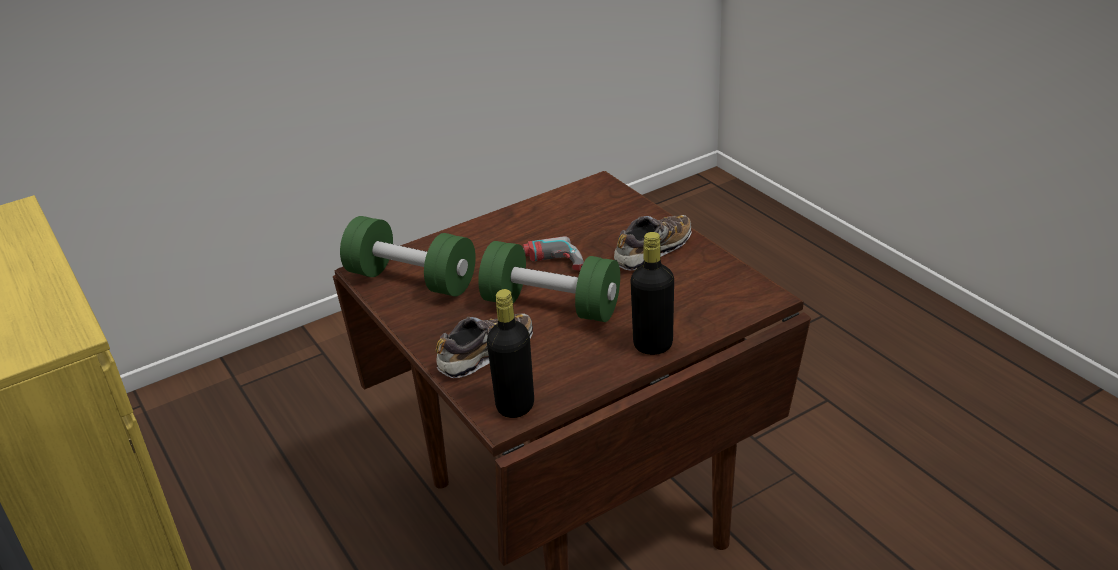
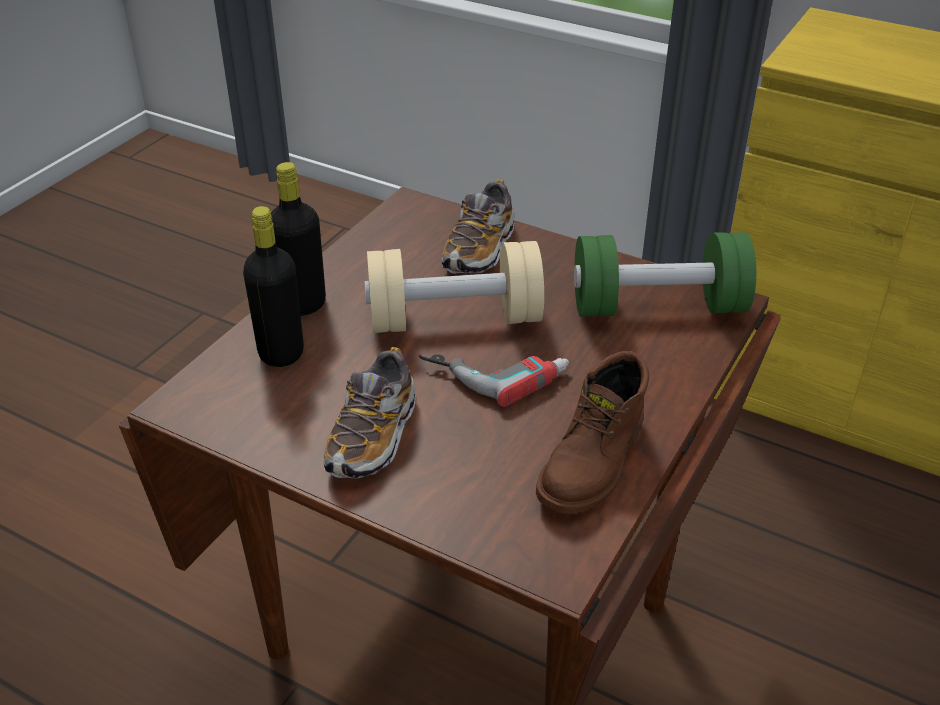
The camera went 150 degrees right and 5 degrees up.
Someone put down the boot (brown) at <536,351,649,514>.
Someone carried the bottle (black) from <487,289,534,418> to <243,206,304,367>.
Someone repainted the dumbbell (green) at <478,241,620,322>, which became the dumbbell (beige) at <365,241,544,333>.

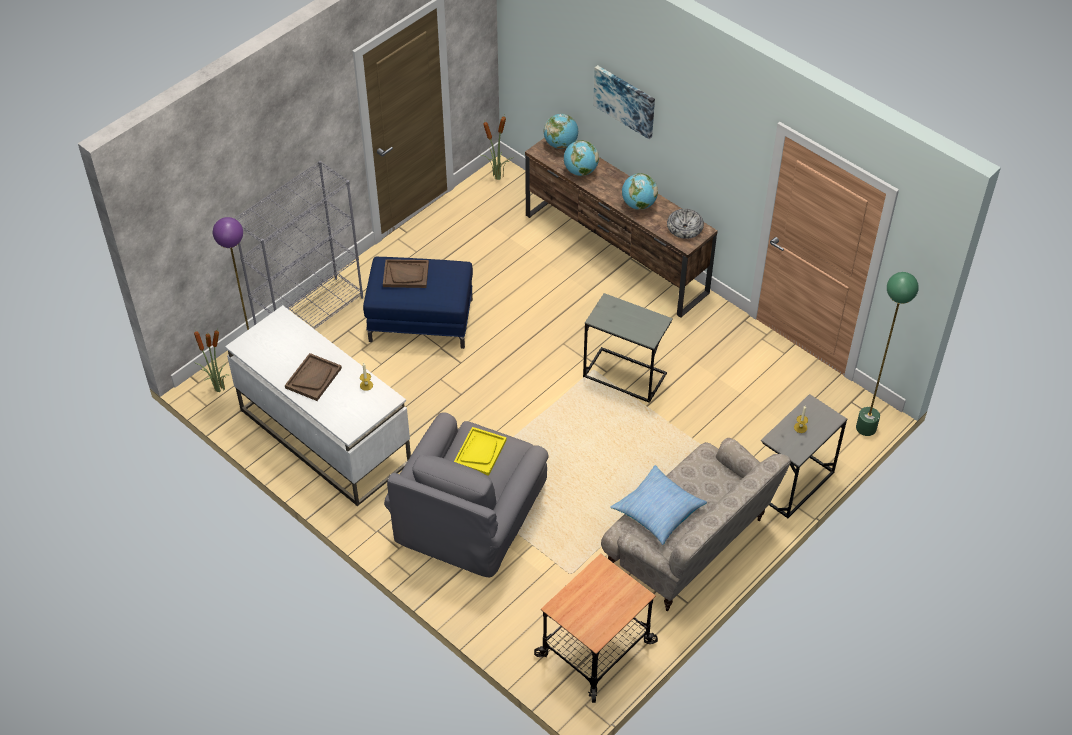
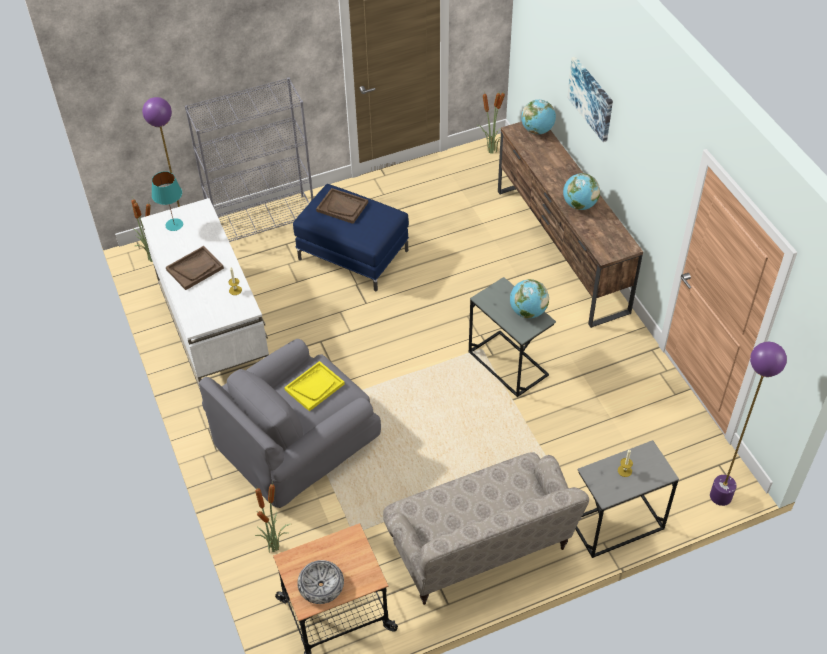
The camera went 25 degrees right and 0 degrees up.
Someone took away the pillow at <610,465,707,545>.
Someone put down the table lamp (turquoise) at <152,171,183,231>.
Someone put down the potted plant at <255,481,290,553>.
Someone carried the globe from <564,140,599,176> to <510,279,549,318>.
Someone carried the bowl from <667,209,704,239> to <297,560,344,604>.
Someone repainted the floor lamp (green) at <856,272,919,436>, which became the floor lamp (purple) at <710,342,787,506>.

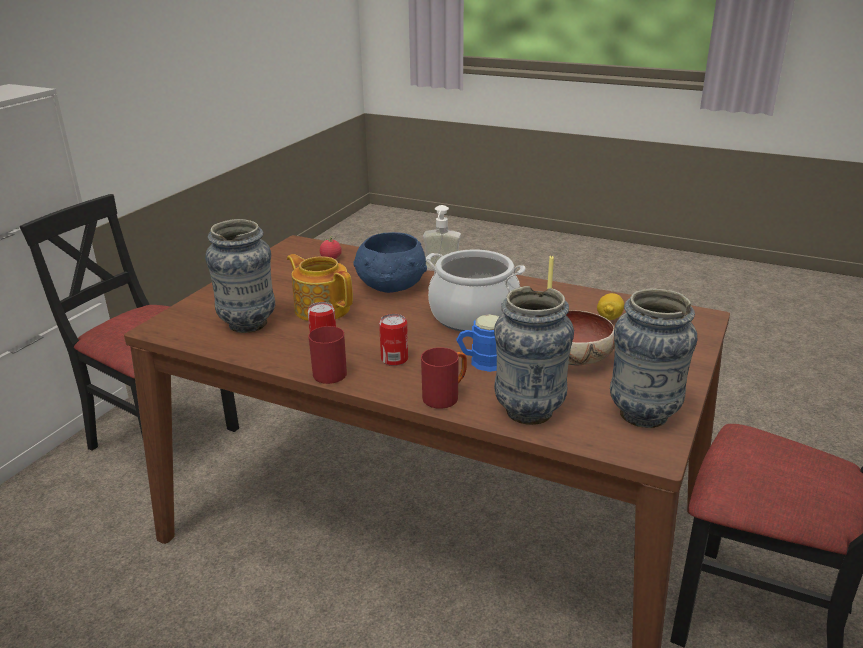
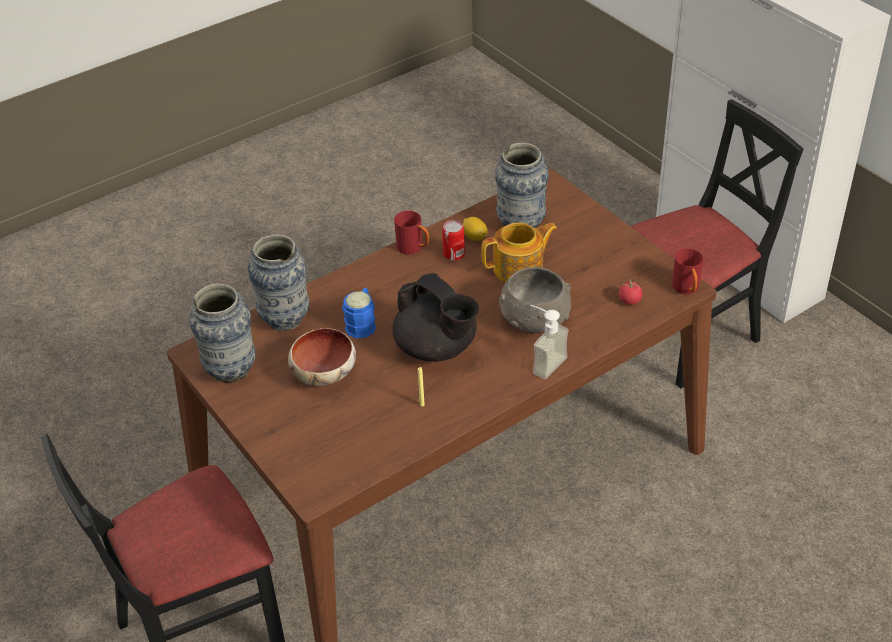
The camera went 120 degrees right and 15 degrees up.
Someone took away the can at <379,314,408,366>.
Someone carried the mug (red) from <421,347,467,409> to <672,249,704,294>.
Someone carried the lemon from <597,293,624,320> to <463,217,488,241>.
Someone swapped the cooking pot at <426,249,526,332> for the teapot (black) at <393,273,479,362>.
Someone repainted the bowl (blue) at <353,232,427,293>, which became the bowl (grey) at <499,267,571,333>.

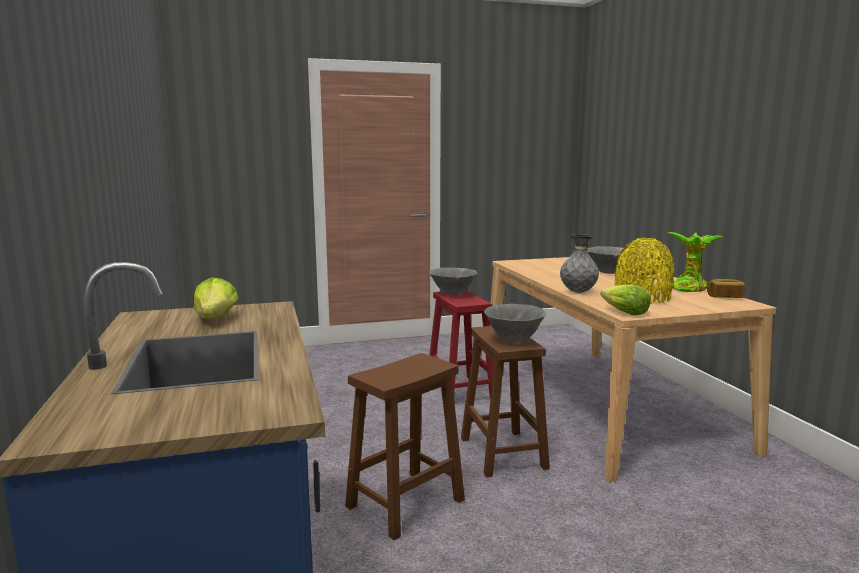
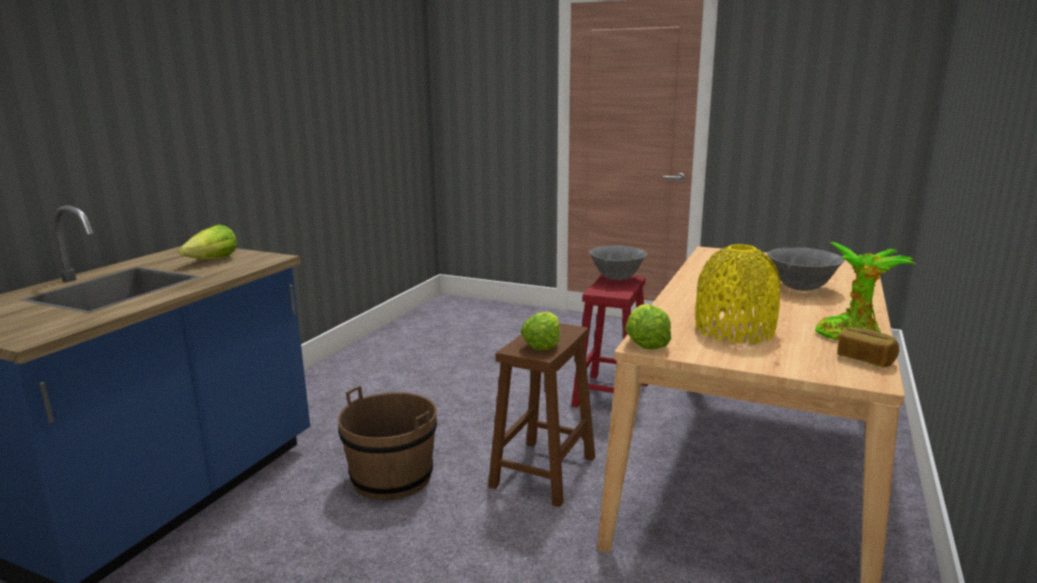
The camera went 40 degrees right and 5 degrees up.
Someone took away the vase (grey) at <560,234,599,293>.
Someone swapped the stool (brown) at <345,353,465,540> for the bucket (brown) at <338,386,437,500>.
Someone swapped the bowl (grey) at <484,304,547,342> for the lettuce at <521,312,560,350>.

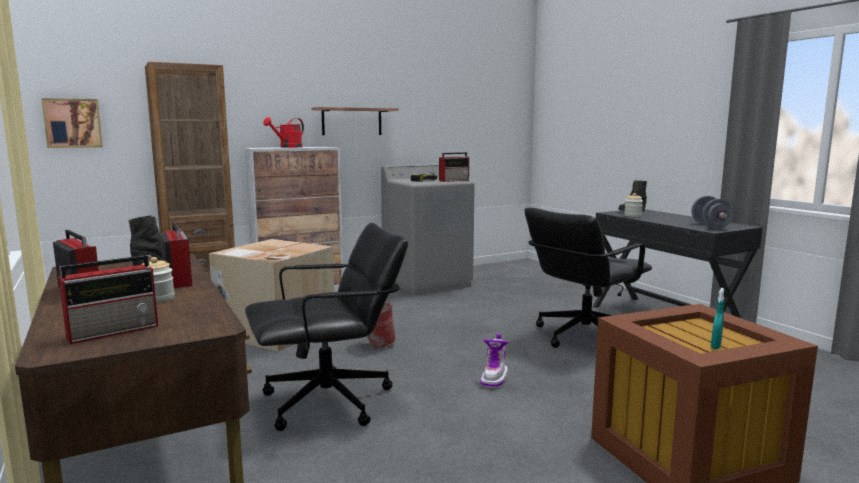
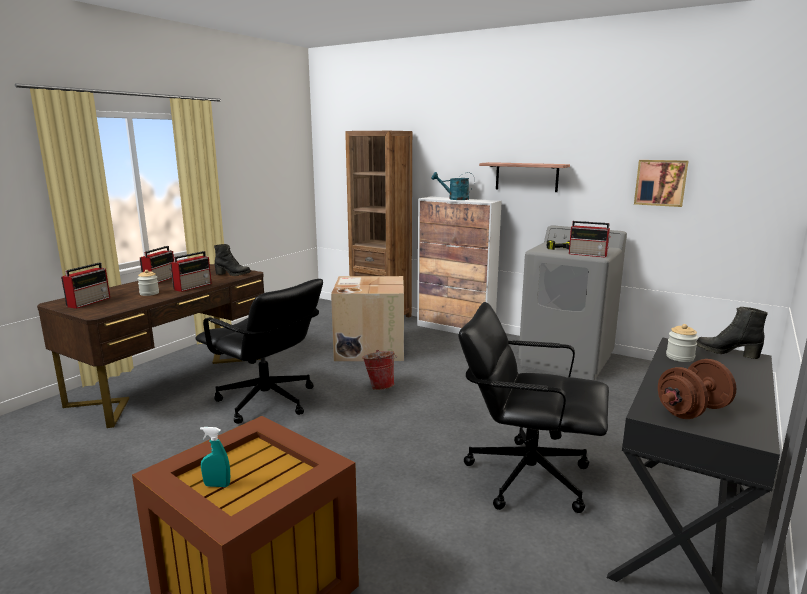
The camera went 60 degrees right and 5 degrees up.
Someone took away the boot at <480,334,509,388>.
Someone carried the picture from <41,98,103,148> to <634,160,688,207>.
Someone repainted the watering can (red) at <263,117,304,148>, which became the watering can (turquoise) at <432,172,475,200>.
Someone repainted the dumbbell (grey) at <691,196,734,229>, which became the dumbbell (brown) at <658,359,736,419>.
Someone rotated the radio at <59,255,158,344> by 90 degrees counterclockwise.

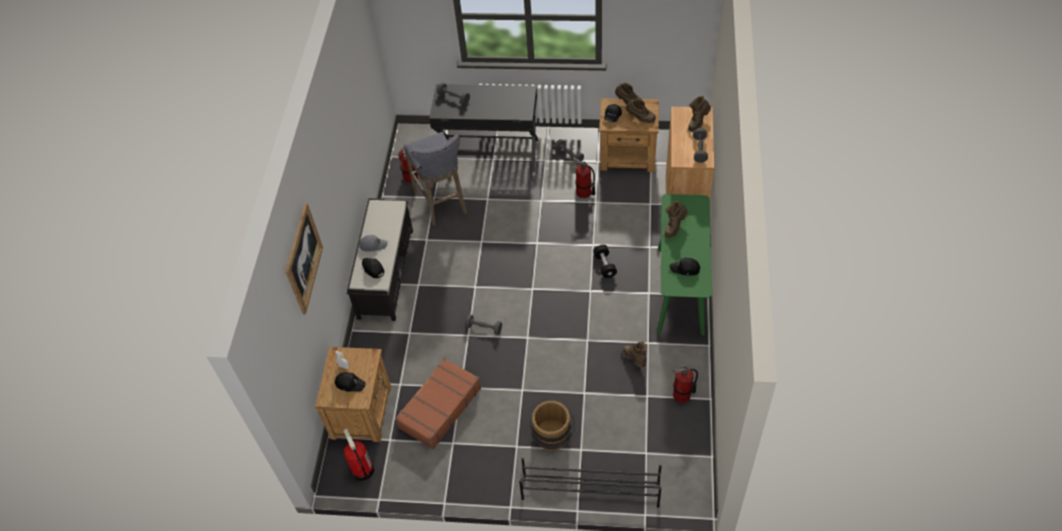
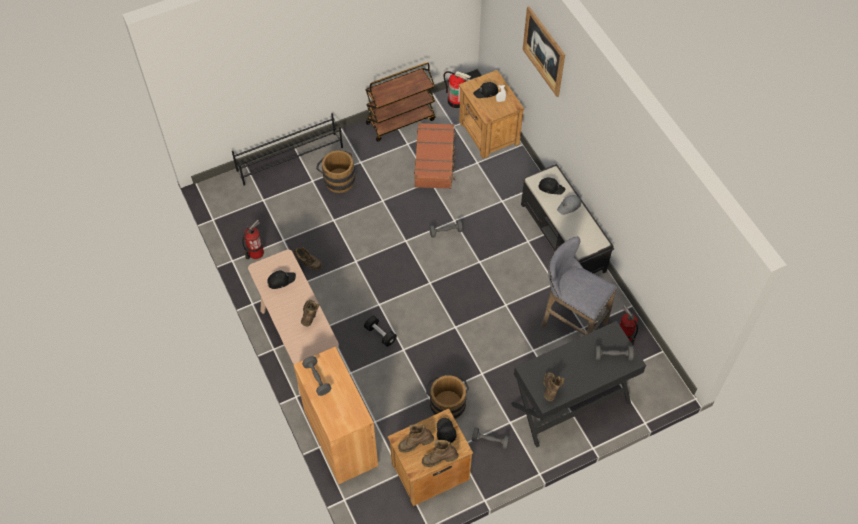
The camera went 145 degrees right and 5 degrees up.
Someone put down the cart (brown) at <365,62,435,142>.
Someone carried the boot (brown) from <688,96,711,132> to <543,372,565,401>.
Someone swapped the fire extinguisher at <573,157,595,198> for the bucket (brown) at <426,374,469,419>.
Someone repainted the console table (green) at <657,194,712,336>, which became the console table (beige) at <248,250,339,394>.

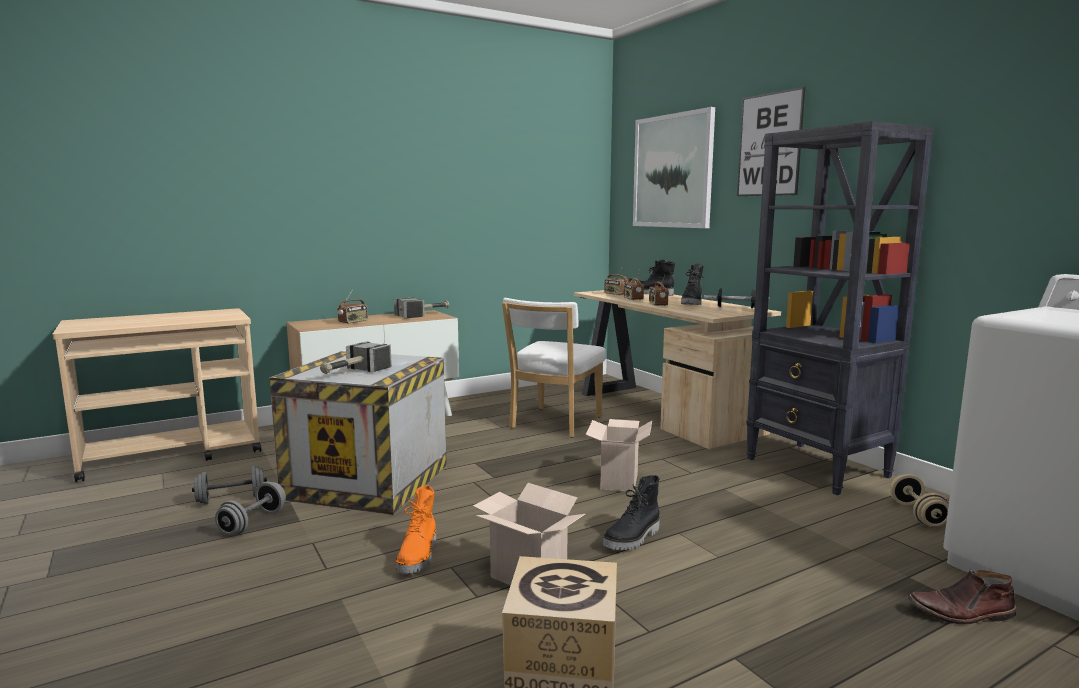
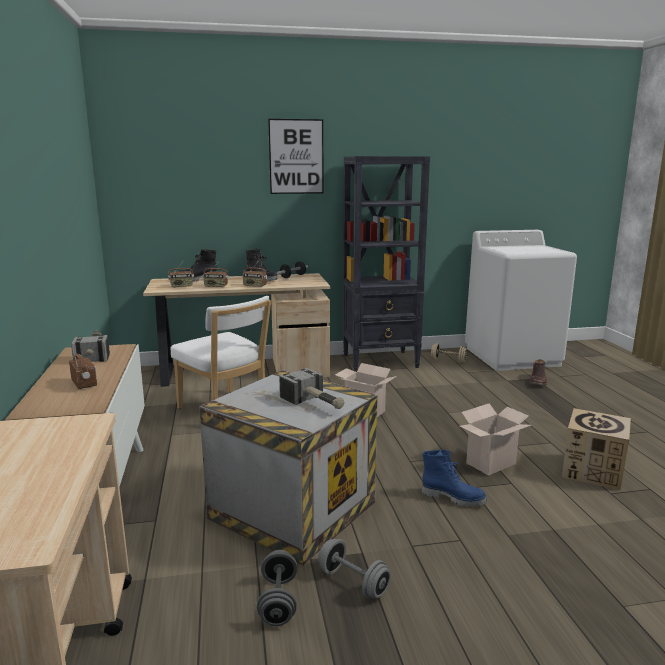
The camera went 70 degrees left and 5 degrees up.
Someone took away the boot (black) at <603,475,660,550>.
Someone took away the picture at <633,107,715,228>.
Someone repainted the boot (orange) at <396,485,436,574>, which became the boot (blue) at <422,450,487,507>.

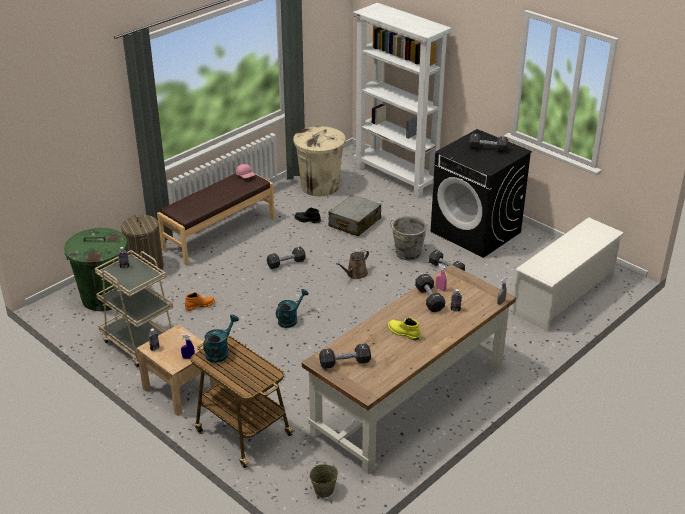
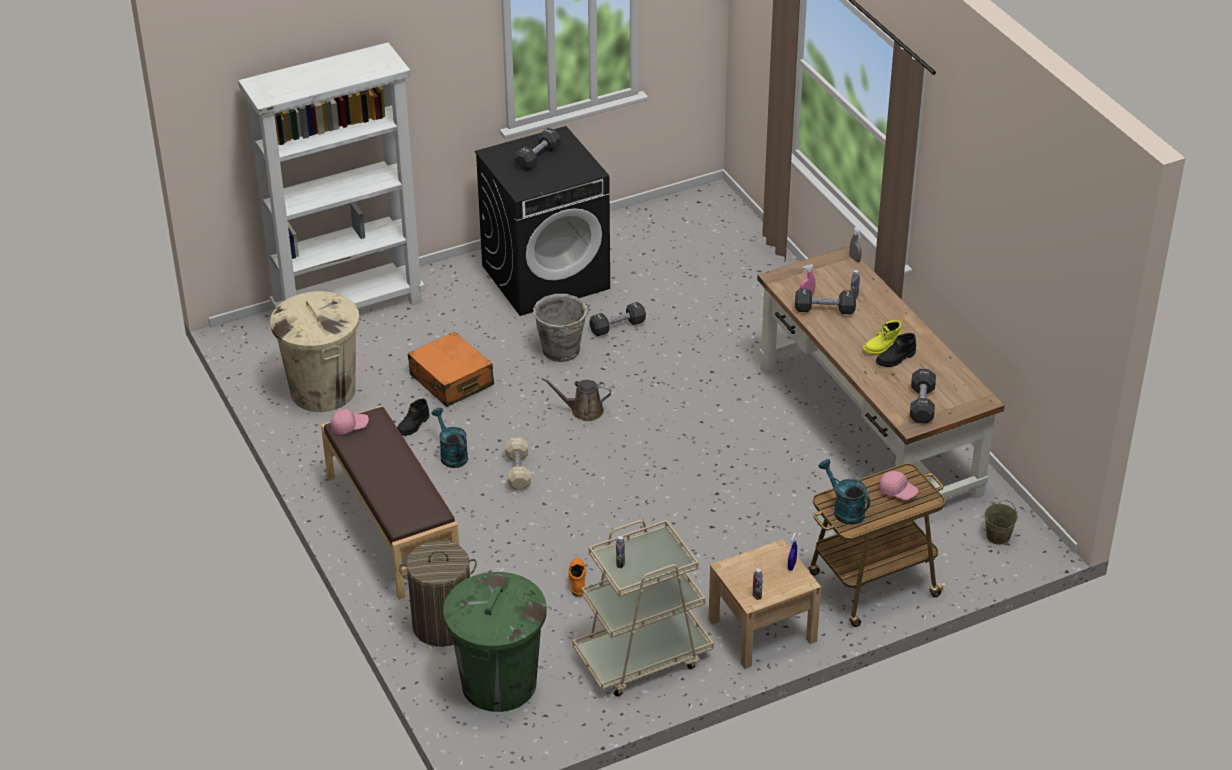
The camera went 70 degrees left and 5 degrees up.
Someone took away the shoe rack (white) at <512,217,625,332>.
Someone put down the boot (black) at <876,333,916,367>.
Someone put down the cap (pink) at <879,471,918,500>.
Someone carried the watering can (turquoise) from <276,289,309,328> to <432,408,468,468>.
Someone repainted the dumbbell (black) at <267,247,306,269>, which became the dumbbell (beige) at <505,437,531,490>.
Someone repainted the suitcase (grey) at <328,195,381,236>, which became the suitcase (orange) at <408,331,494,407>.
Someone rotated the watering can (brown) at <336,250,369,279> by 120 degrees clockwise.

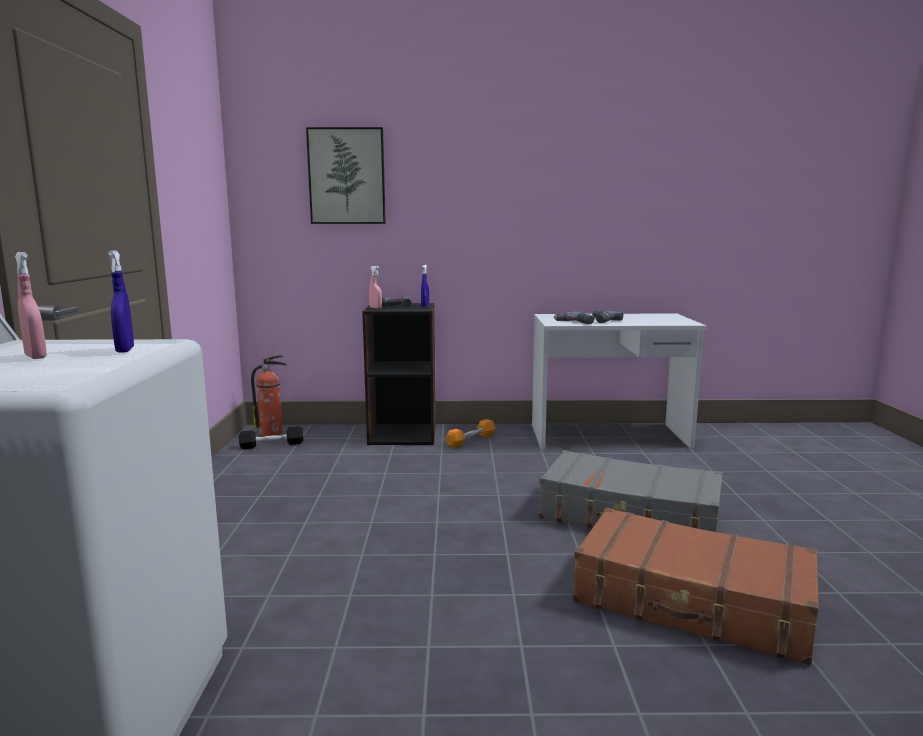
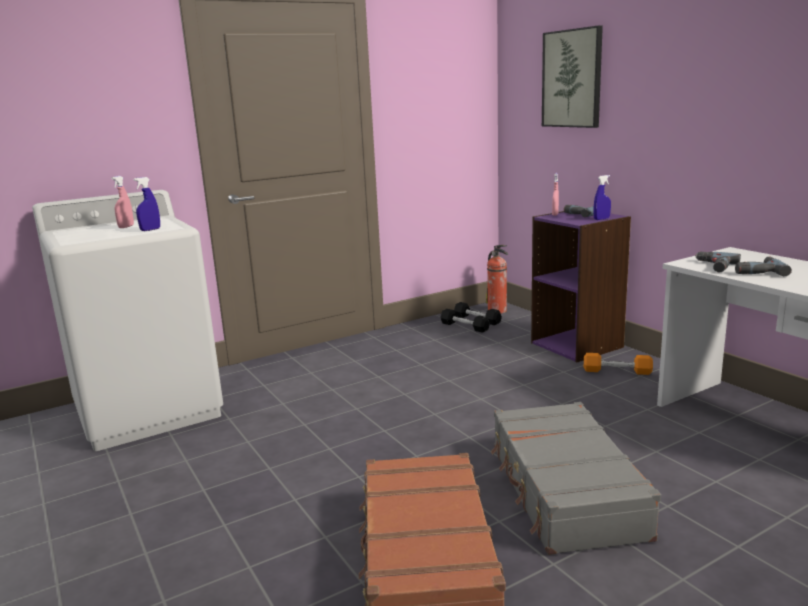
The camera went 60 degrees right and 5 degrees up.
Someone put down the dumbbell (black) at <440,309,490,333>.
Someone repainted the bookcase (black) at <362,303,436,445>, which became the bookcase (purple) at <531,211,631,362>.

